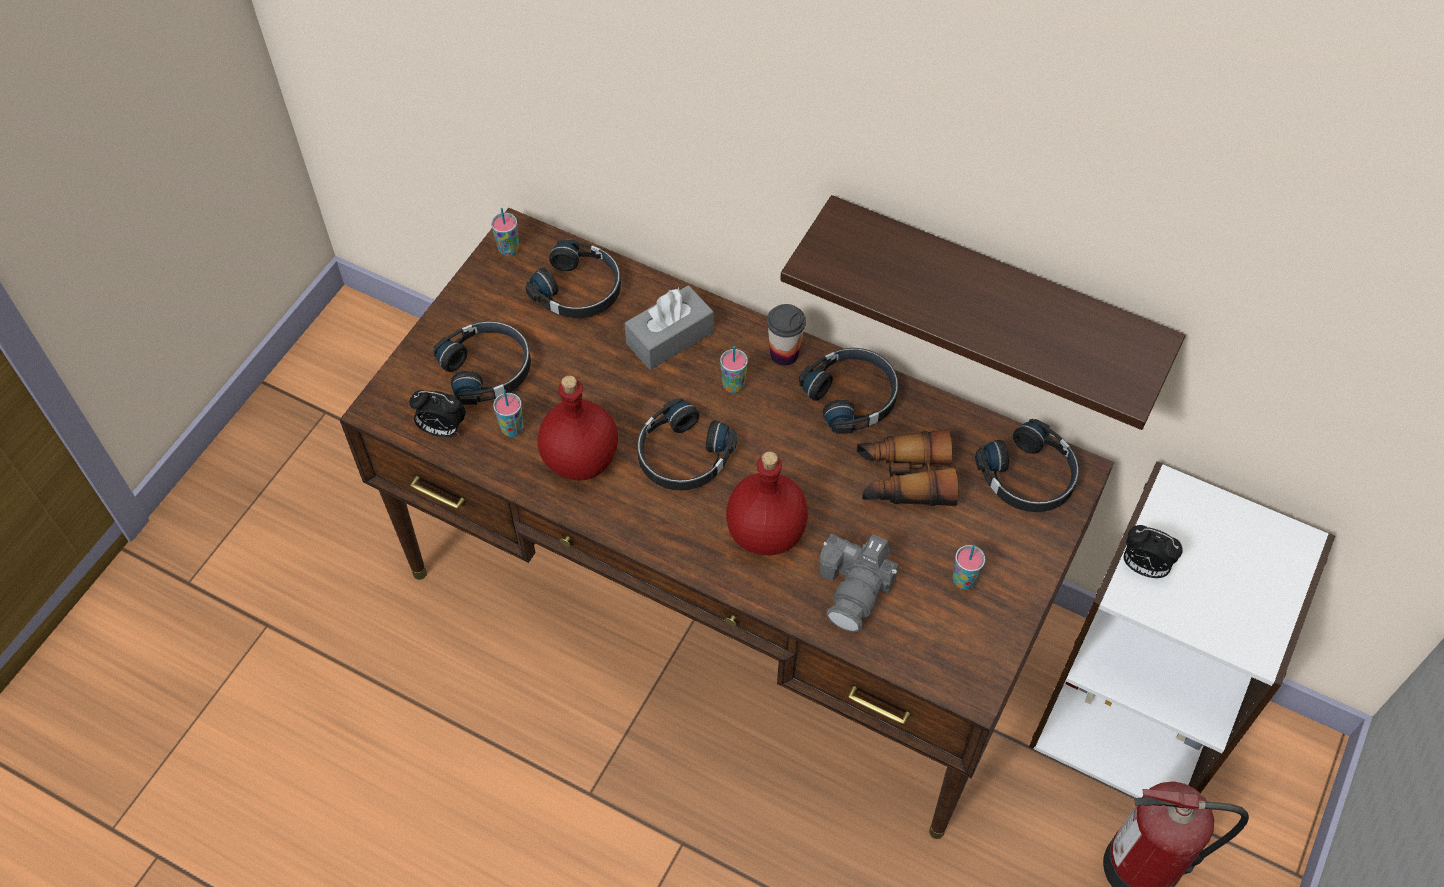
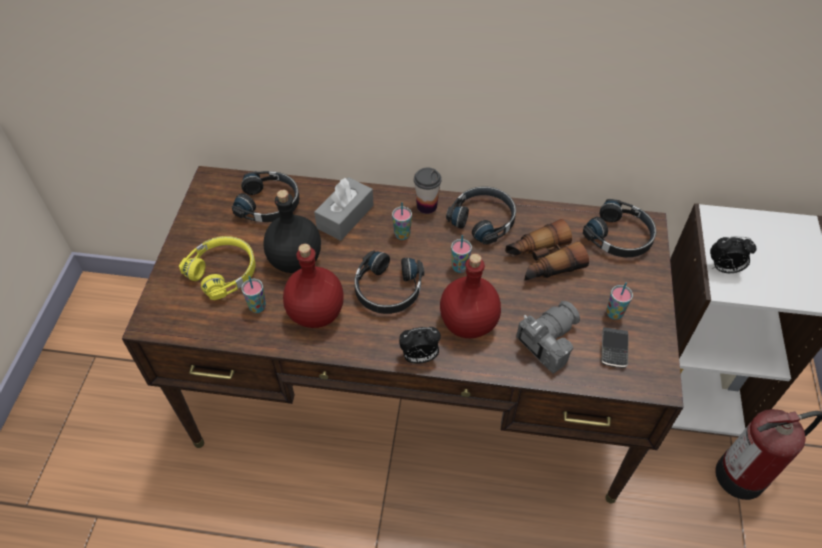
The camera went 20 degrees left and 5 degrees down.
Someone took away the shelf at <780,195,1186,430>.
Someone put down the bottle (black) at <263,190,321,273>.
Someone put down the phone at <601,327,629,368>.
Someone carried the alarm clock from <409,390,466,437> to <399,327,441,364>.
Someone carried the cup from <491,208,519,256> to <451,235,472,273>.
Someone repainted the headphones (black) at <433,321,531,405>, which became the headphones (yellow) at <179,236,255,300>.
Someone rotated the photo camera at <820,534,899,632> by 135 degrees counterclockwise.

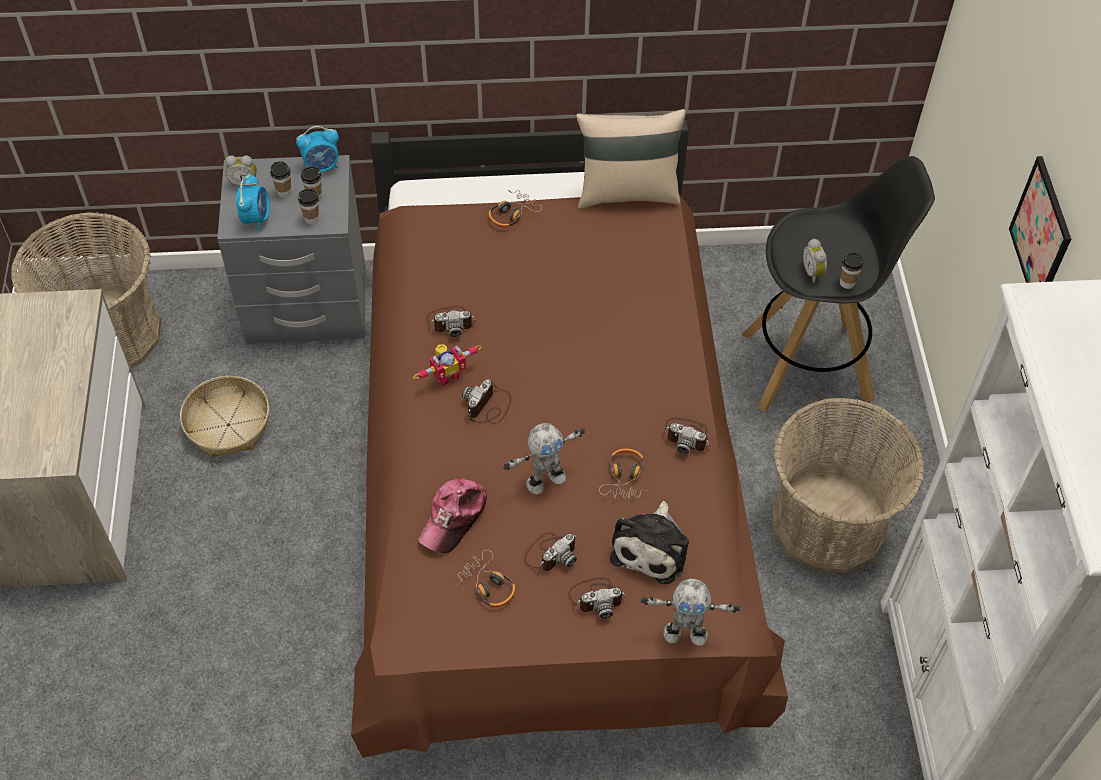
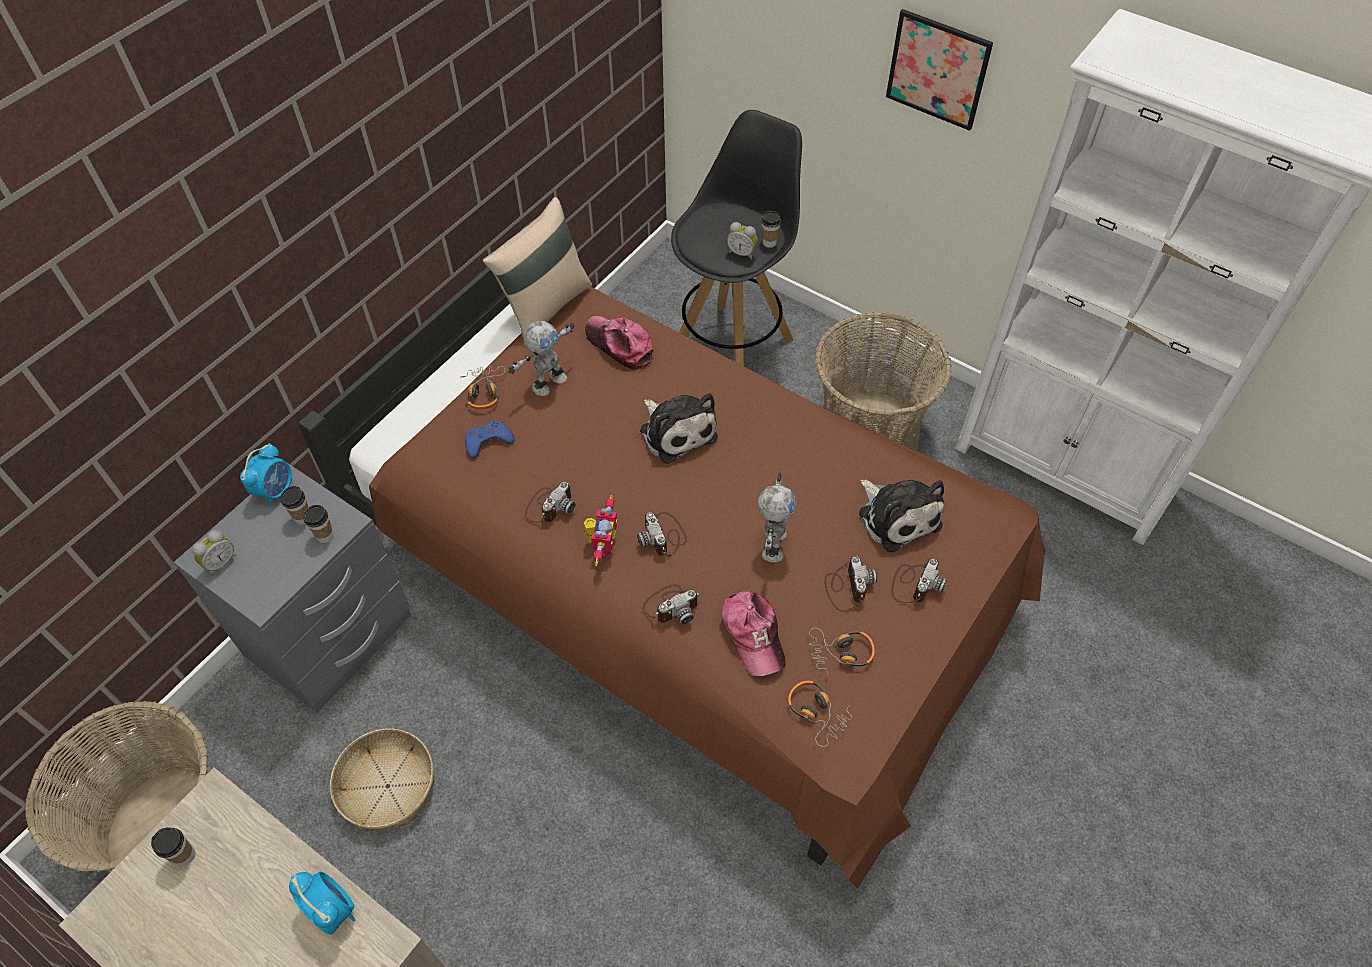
The camera went 50 degrees left and 0 degrees up.
Someone put down the game controller (blue) at <465,420,515,458>.
Someone put down the cap at <585,316,654,371>.
Someone put down the plush toy at <640,393,718,464>.
Someone carried the alarm clock from <236,173,270,231> to <289,872,356,935>.
Someone carried the cup from <270,161,292,198> to <151,827,195,866>.
Someone carried the headphones from <599,449,647,498> to <788,681,852,747>.
Someone carried the toy robot from <641,578,740,645> to <508,321,575,396>.
Someone carried the photo camera from <664,418,710,454> to <642,584,700,624>.

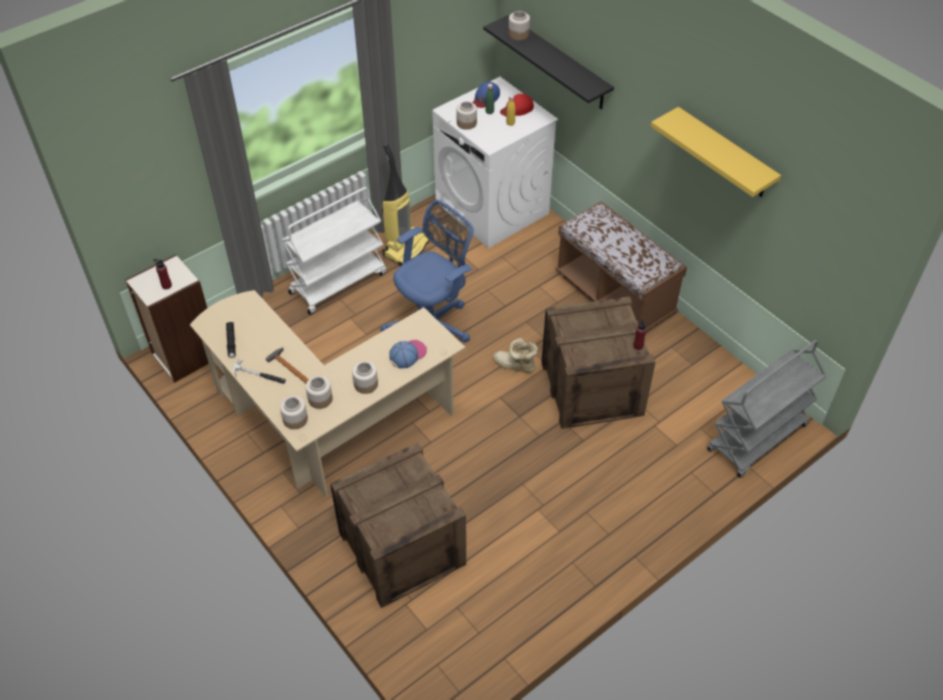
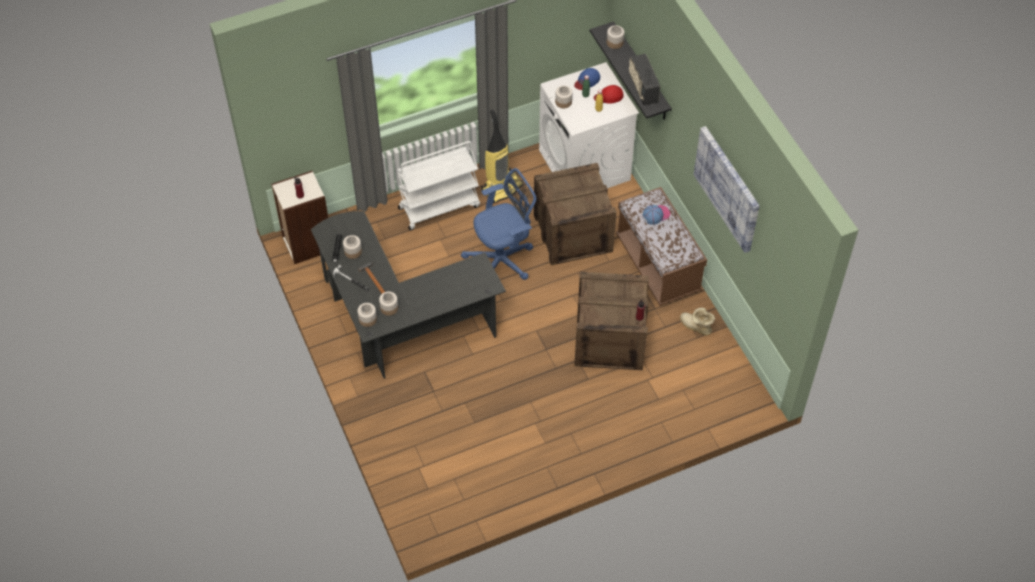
The camera went 15 degrees right and 5 degrees up.
Someone took away the cart (grey) at <707,340,826,478>.
Someone put down the radio at <629,54,660,106>.
Someone carried the crate from <330,443,466,608> to <534,163,616,265>.
Someone carried the jar from <352,361,378,394> to <343,235,362,259>.
Someone carried the cap from <390,340,427,369> to <643,205,671,225>.
Someone carried the boot from <493,338,538,372> to <680,307,715,335>.
Someone swapped the shelf (yellow) at <651,107,781,197> for the picture at <694,126,760,253>.
Someone repainted the desk (beige) at <190,290,466,498>, which became the desk (black) at <311,211,506,379>.

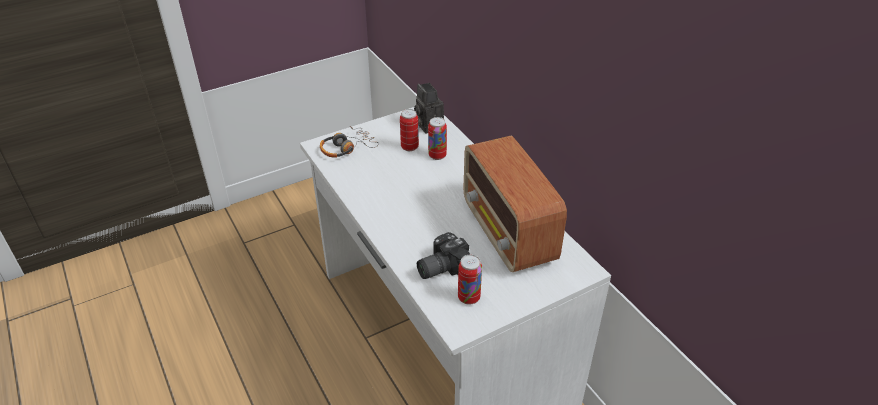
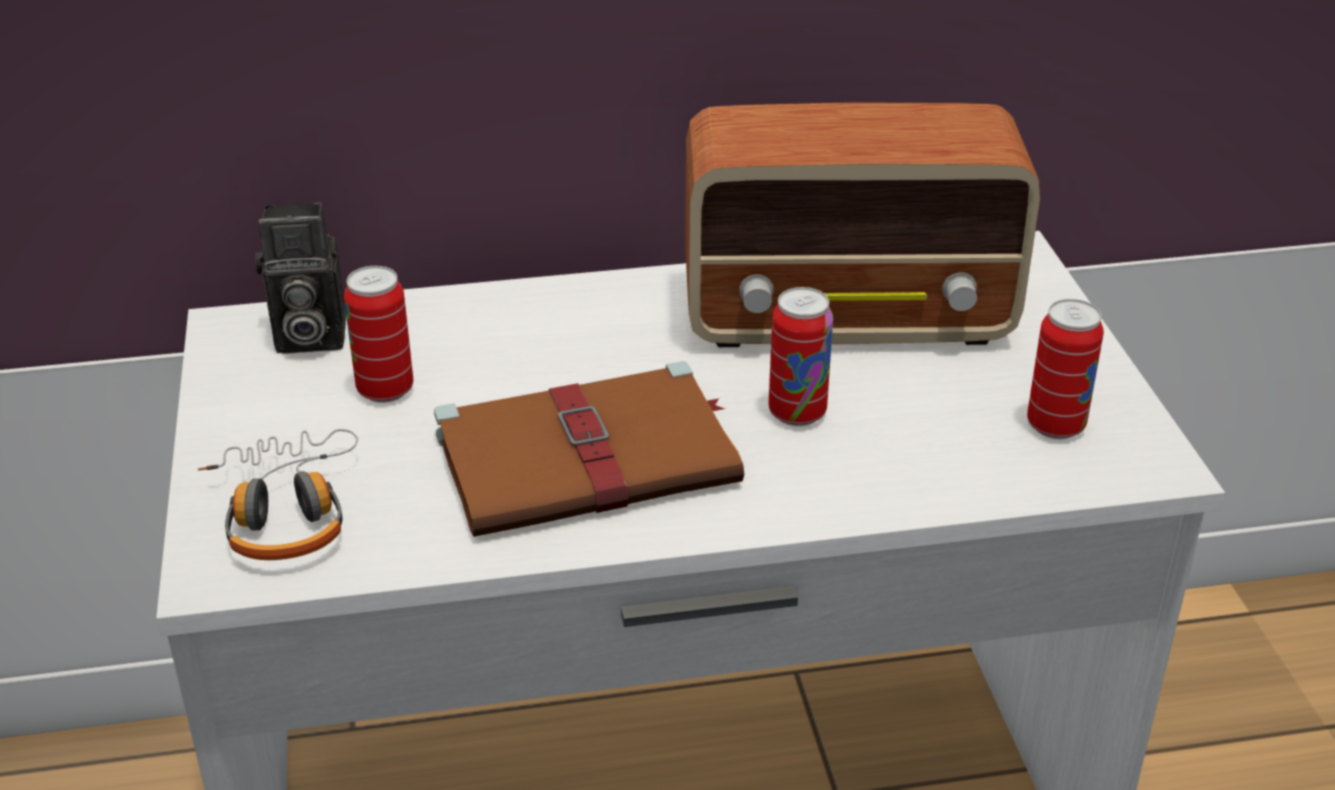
The camera went 70 degrees left and 5 degrees down.
Someone took away the photo camera at <417,232,470,279>.
Someone put down the book (brown) at <434,361,744,537>.
Someone carried the can from <428,117,447,160> to <768,287,833,426>.

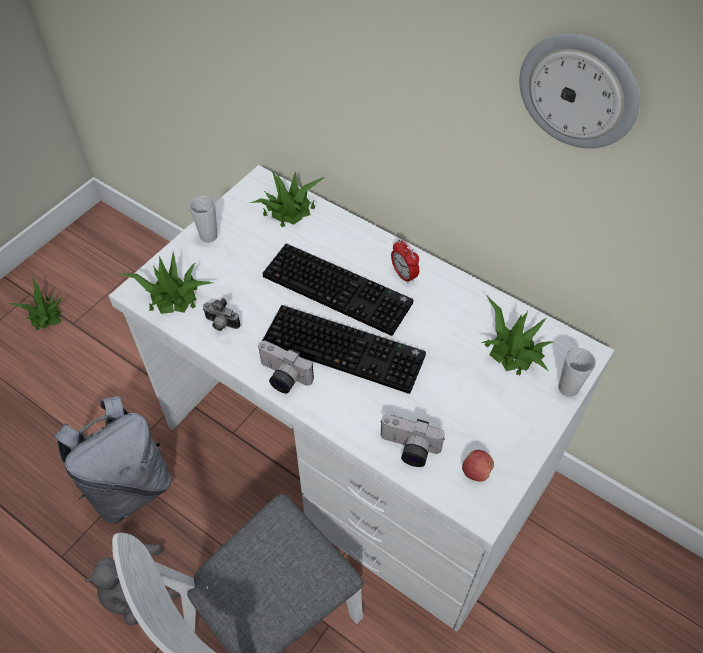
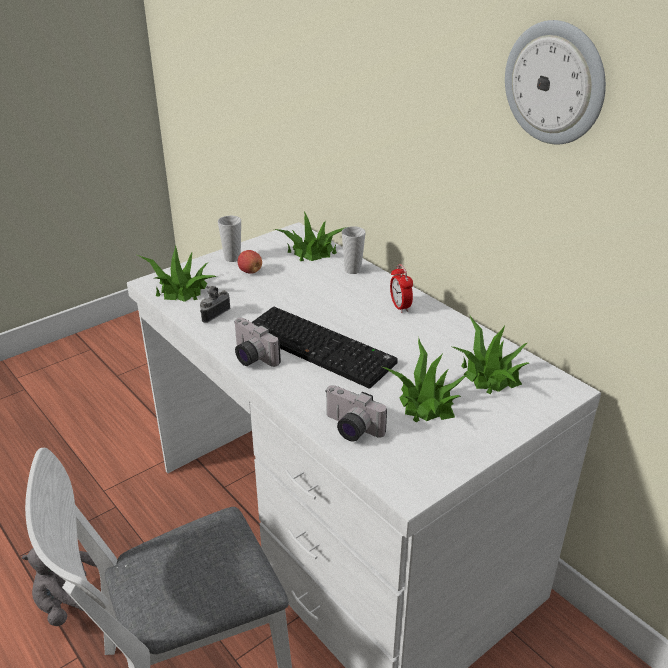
The camera went 15 degrees right and 20 degrees down.
Someone took away the backpack (grey) at <54,396,171,524>.
Someone took away the keyboard at <262,244,413,336>.
Someone carried the potted plant from <8,276,62,331> to <383,338,469,422>.
Someone carried the apple from <462,450,494,481> to <237,250,262,274>.
Someone carried the cup from <558,348,596,397> to <342,226,365,274>.
Someone rotated the photo camera at <202,298,240,331> by 90 degrees clockwise.

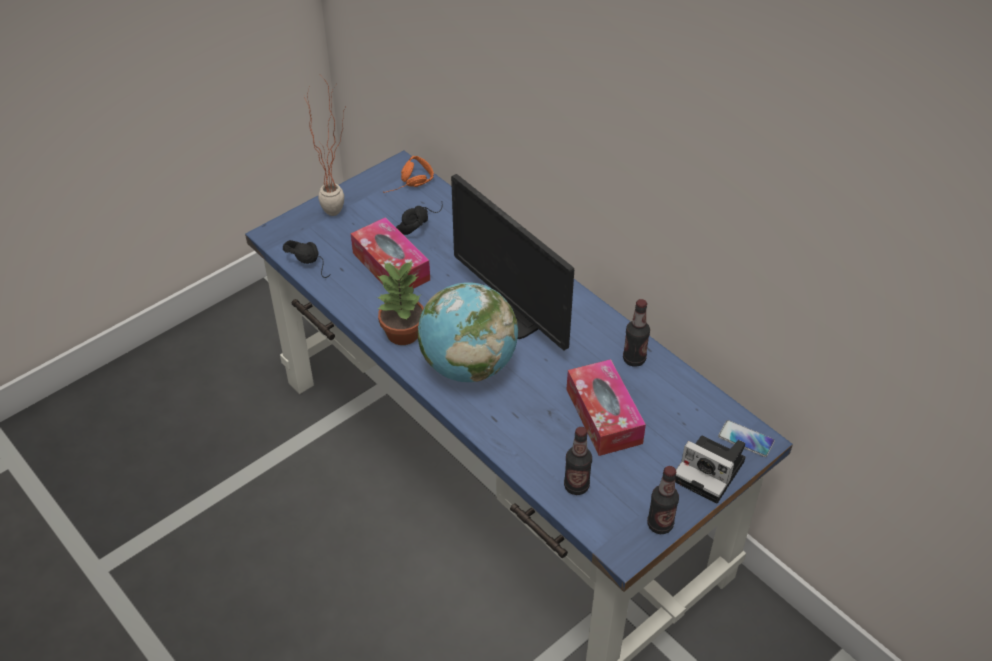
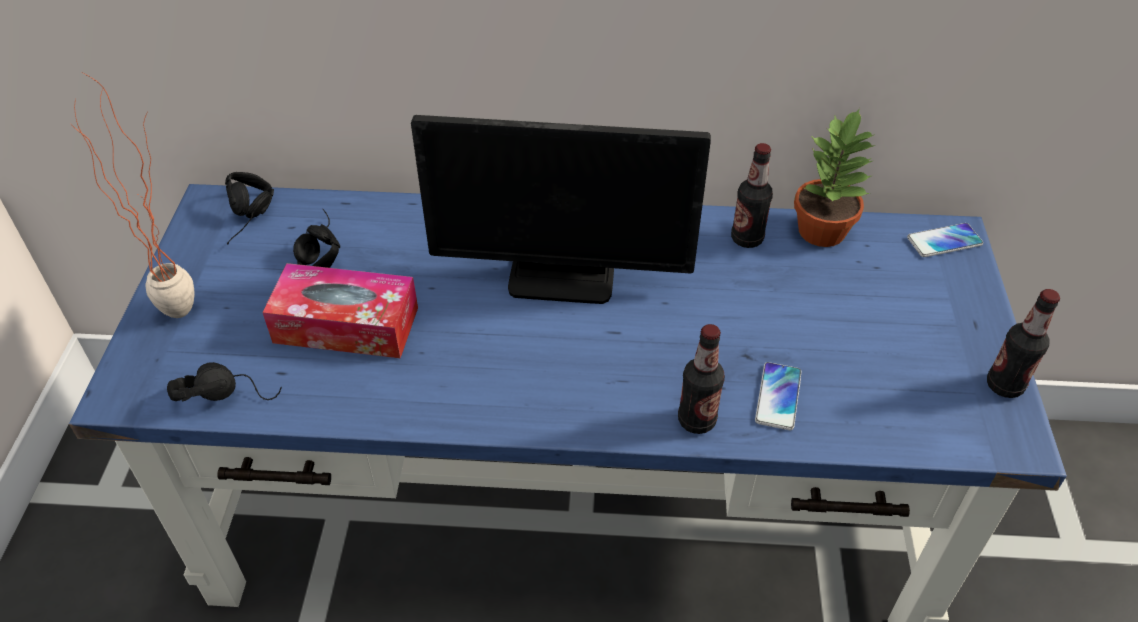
The camera went 45 degrees left and 0 degrees up.
Someone took away the globe at <418,282,519,382>.
Someone took away the tissue box at <567,359,646,456>.
Someone took away the photo camera at <675,436,745,504>.
Someone put down the phone at <755,362,801,430>.
Someone carried the potted plant from <377,261,424,345> to <794,108,875,247>.
Someone carried the bottle from <564,427,592,495> to <678,324,725,434>.
Someone repainted the headphones (orange) at <383,156,434,193>, which became the headphones (black) at <225,172,274,244>.

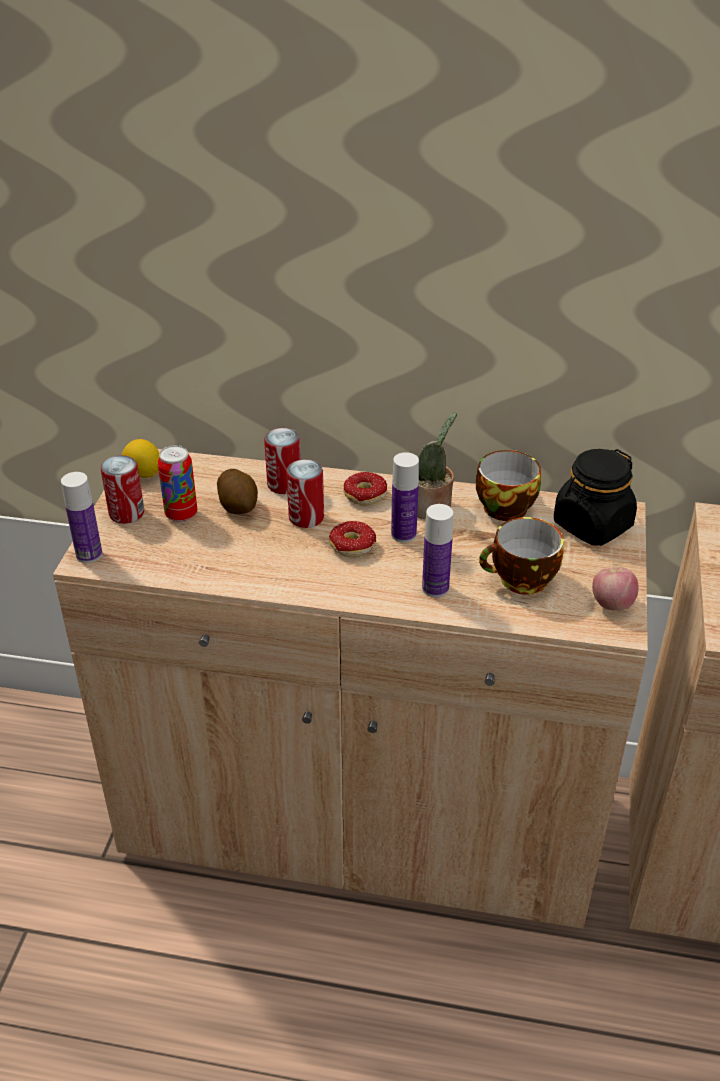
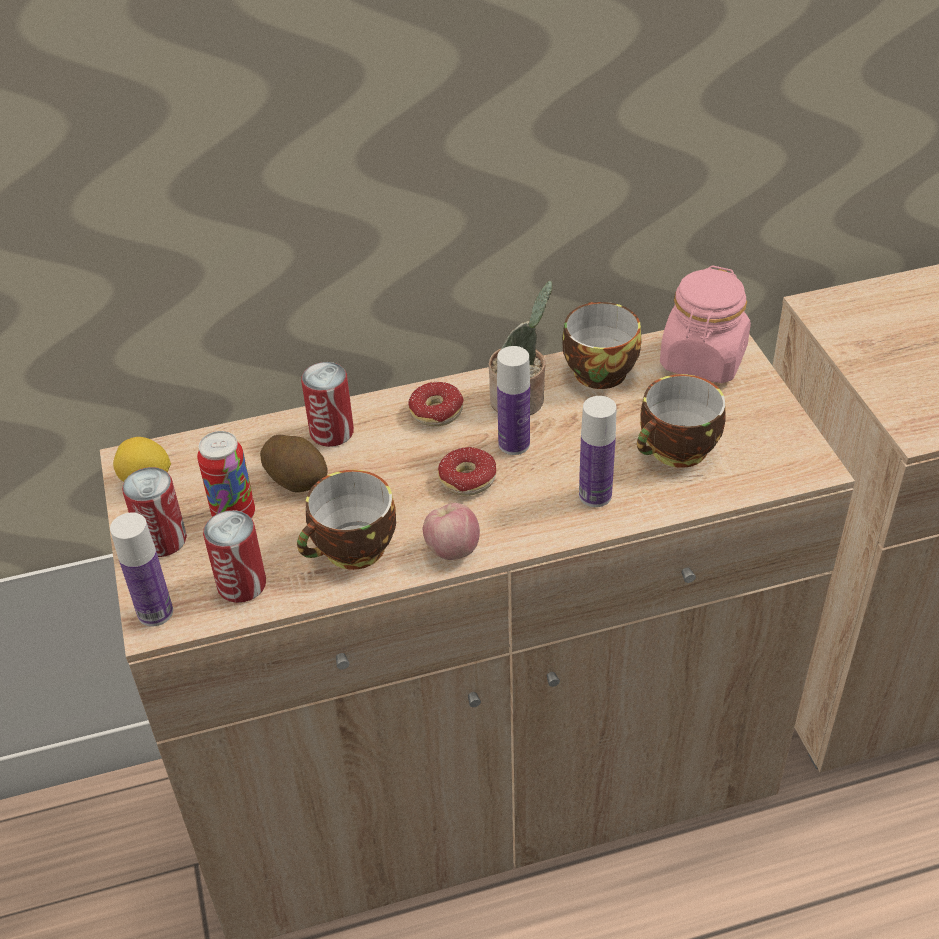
The camera went 25 degrees left and 5 degrees up.
Someone put down the cup at <297,470,396,570>.
Someone carried the can from <286,459,324,528> to <203,510,266,603>.
Someone carried the apple from <592,568,639,610> to <423,503,480,560>.
Someone repainted the jar (black) at <554,449,637,546>, which became the jar (pink) at <660,265,751,383>.

